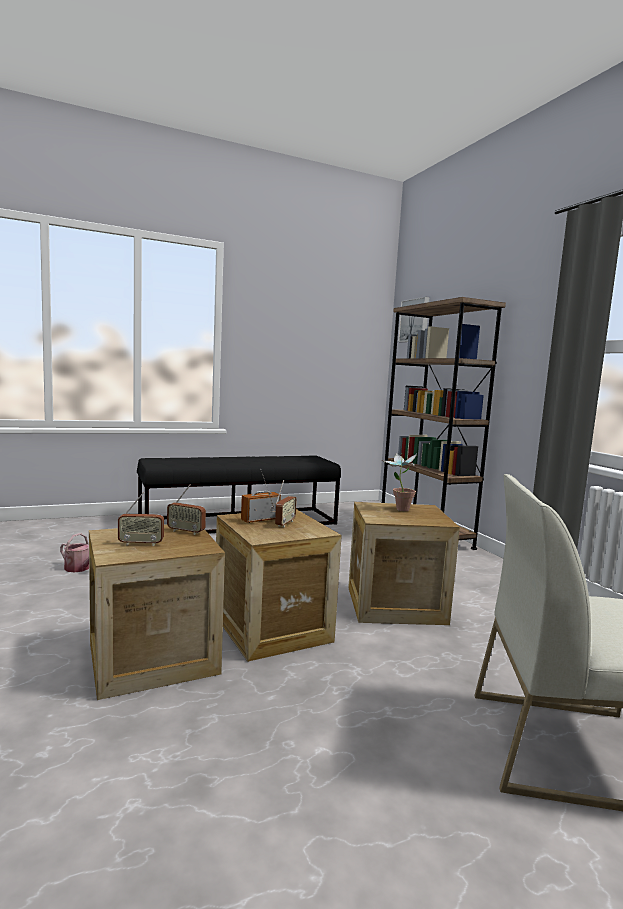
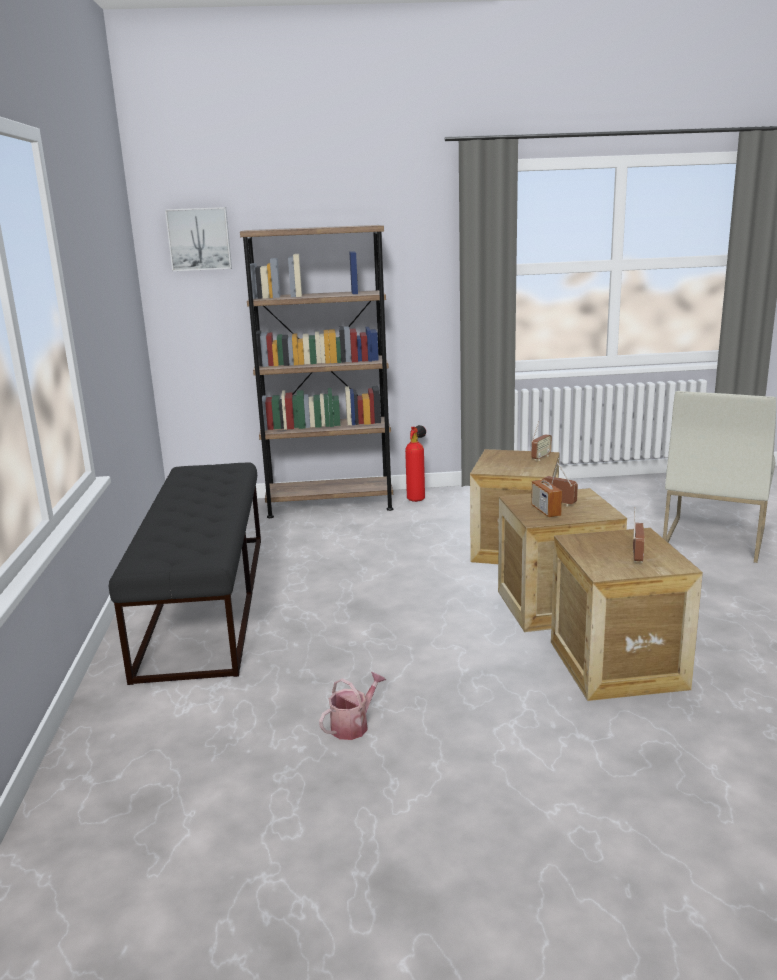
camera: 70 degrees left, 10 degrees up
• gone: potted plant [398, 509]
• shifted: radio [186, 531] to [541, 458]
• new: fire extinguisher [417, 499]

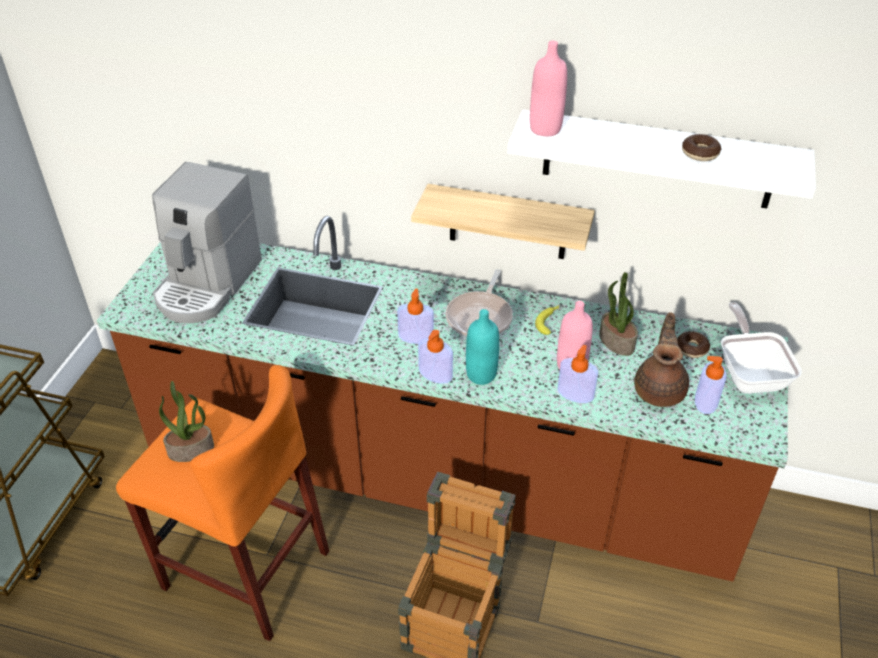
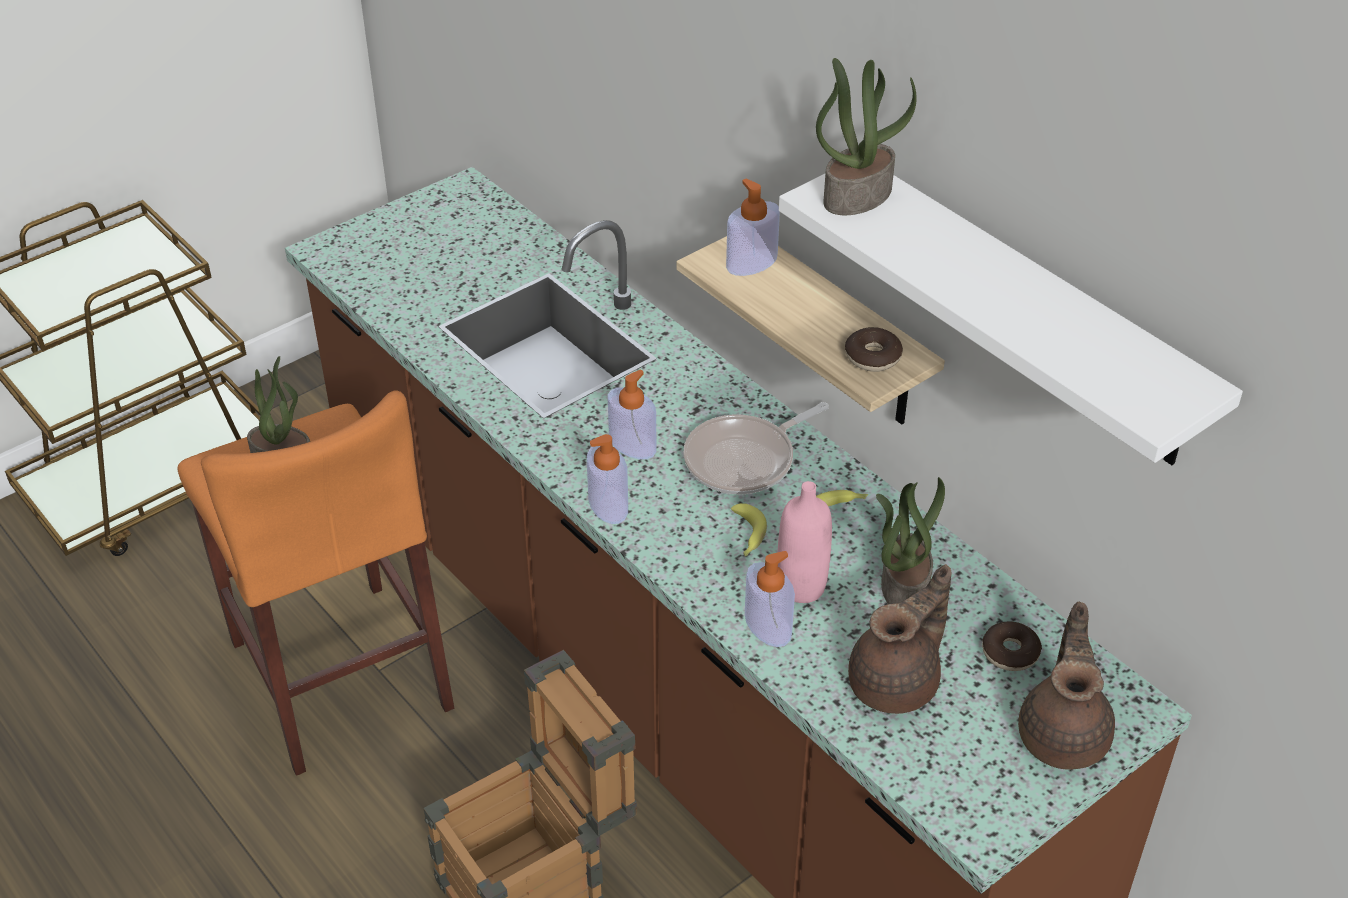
camera: 35 degrees right, 0 degrees up
• swapped: pink bottle [545, 129] to potted plant [857, 195]
• shifted: donut [700, 153] to [872, 357]
• gone: coffee machine [207, 284]
• swapped: frying pan [750, 373] to brown teapot [1064, 734]
• gone: turquoise bottle [481, 375]
• shifted: soap dispenser [706, 401] to [751, 262]
• new: banana [746, 536]

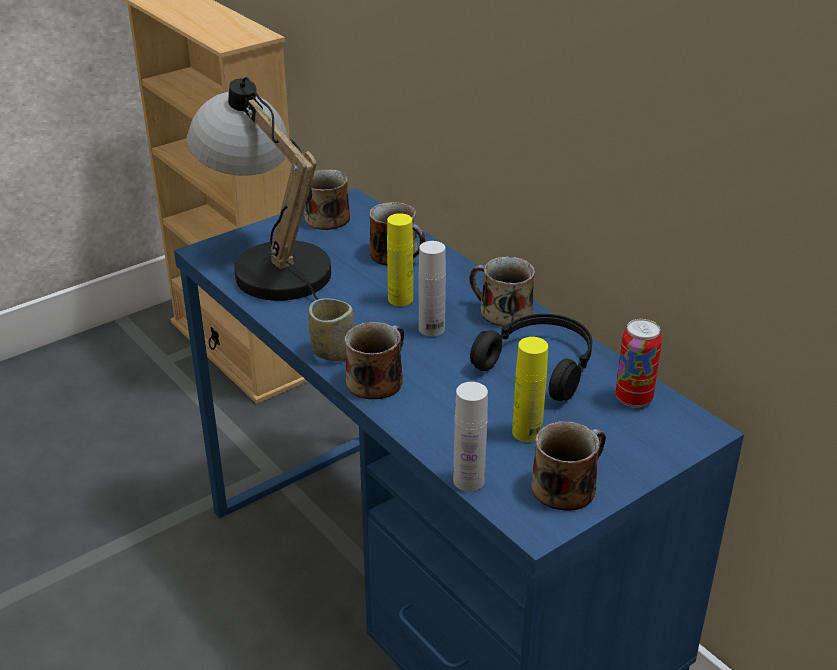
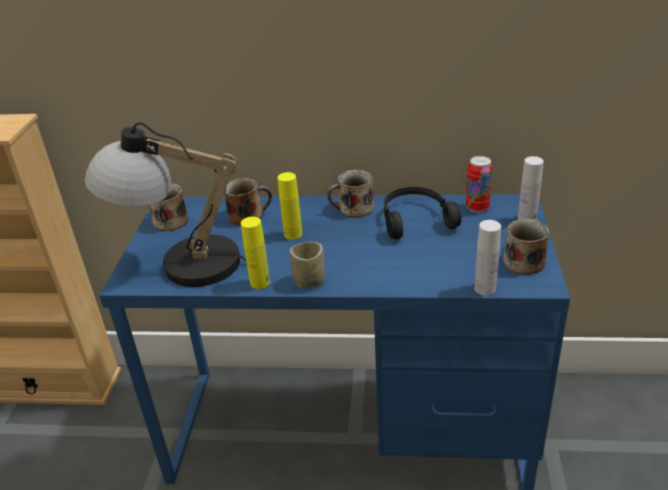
camera: 45 degrees left, 0 degrees up
• shifted: white bottle [431, 329] to [527, 219]
• gone: mug [376, 380]
• shifted: yellow bottle [527, 432] to [260, 282]

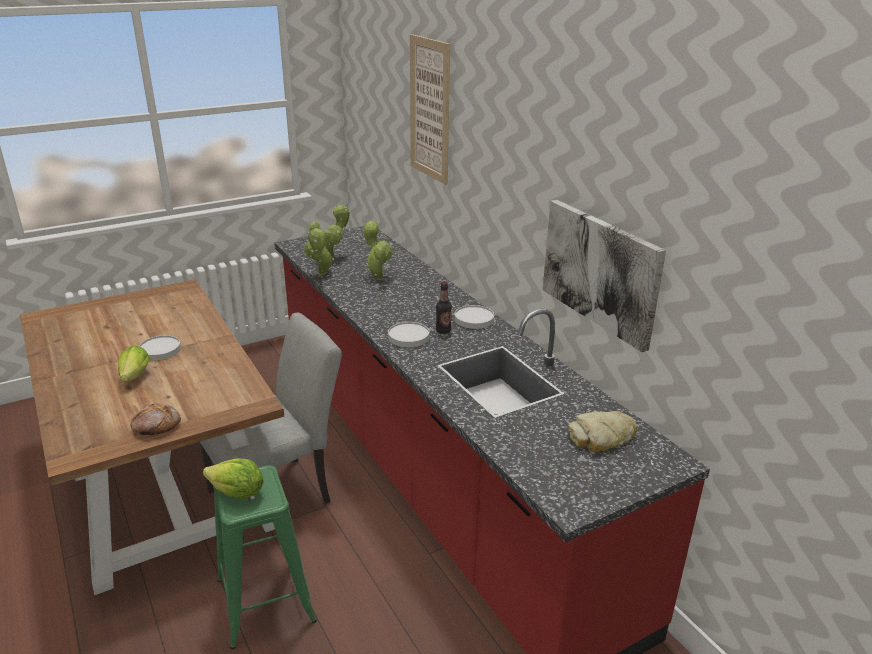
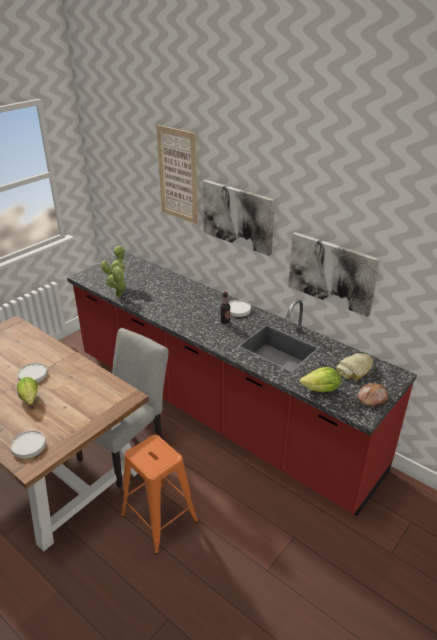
camera: 20 degrees left, 5 degrees up
• gone: potted plant [378, 277]
• shifted: white plate [408, 337] to [29, 445]
• shifted: bread [156, 426] to [371, 398]
• shifted: lettuce [237, 493] to [321, 390]
• repainted: green stool [265, 600] to orange stool [159, 518]
• new: picture [238, 216]

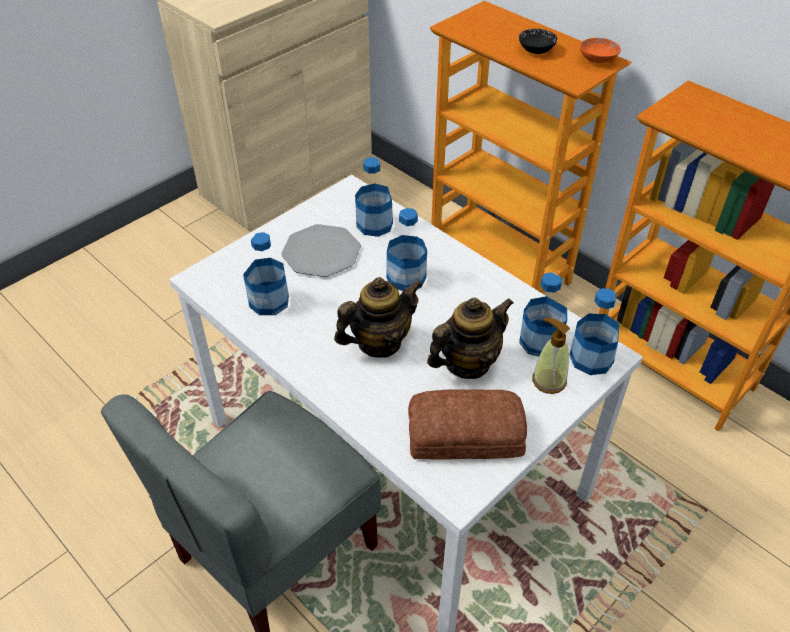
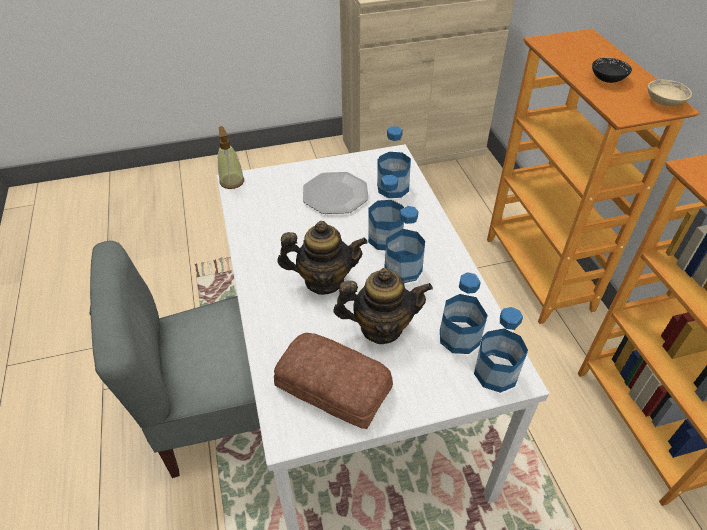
camera: 30 degrees right, 0 degrees up
• repainted: orange bowl [597, 60] to beige bowl [664, 102]
• shifted: bottle [269, 301] to [403, 269]
• shifted: soap dispenser [548, 381] to [232, 181]

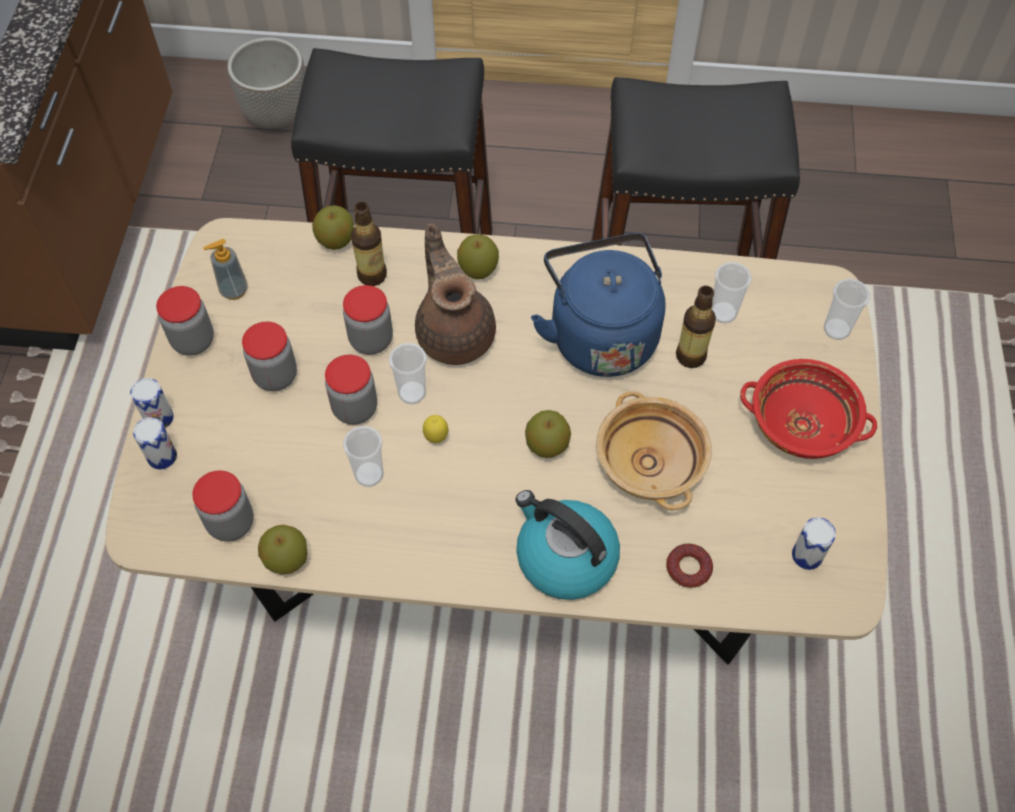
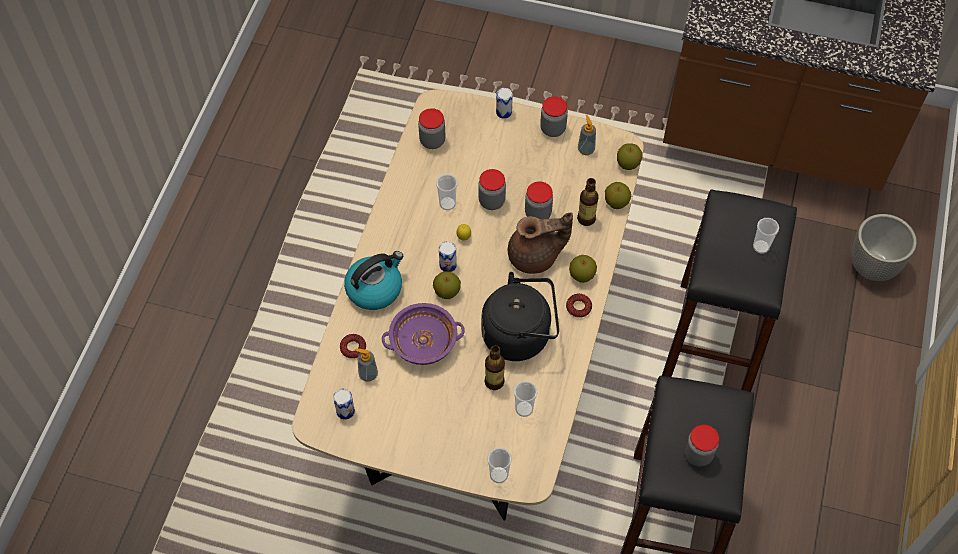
camera: 100 degrees right, 0 degrees up
• repainted: blue kettle [600, 334] to black kettle [520, 334]
• shifted: jar [275, 376] to [698, 454]
• shifted: cup [412, 393] to [761, 247]
• gone: red bowl [802, 423]
• repainted: beige bowl [651, 464] to purple bowl [423, 343]
• shifted: can [162, 456] to [448, 265]
• shifted: apple [287, 559] to [628, 164]
• new: donut [578, 307]
• new: soap dispenser [368, 374]

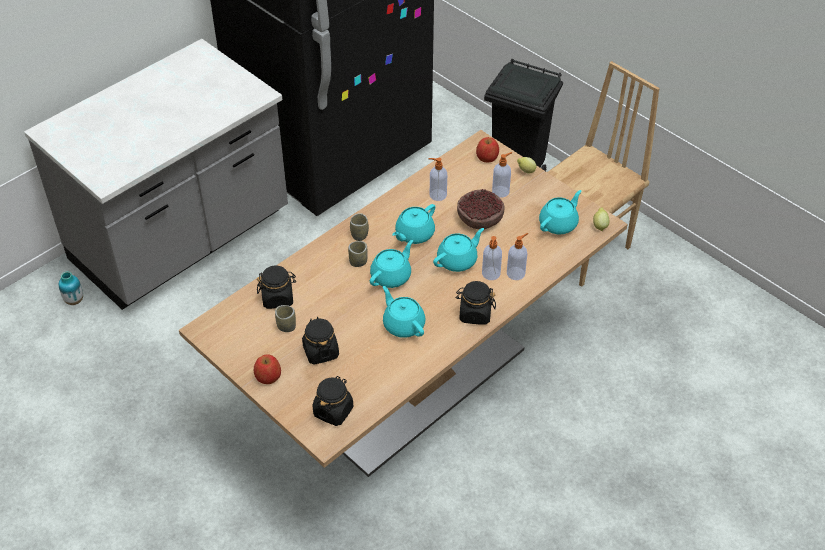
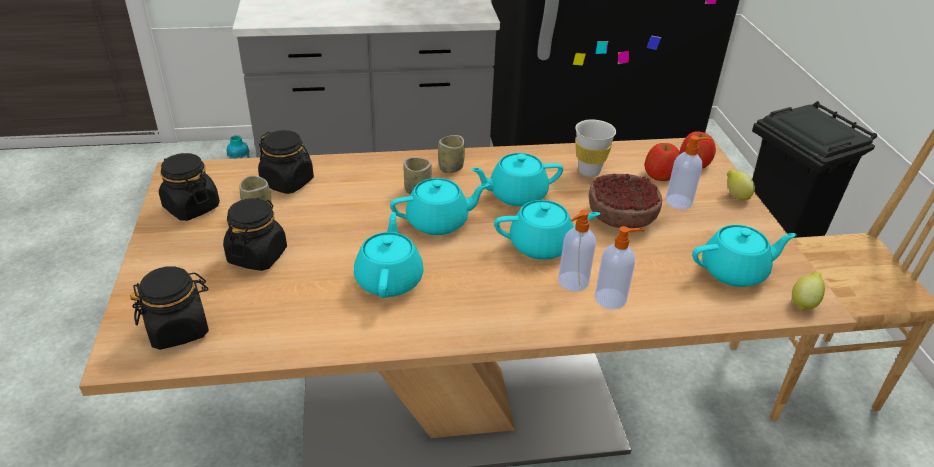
camera: 35 degrees right, 10 degrees down
• swapped: soap dispenser [437, 195] to white cup [589, 171]
• shifted: black jar [475, 314] to [191, 207]
• shifted: apple [268, 376] to [660, 174]

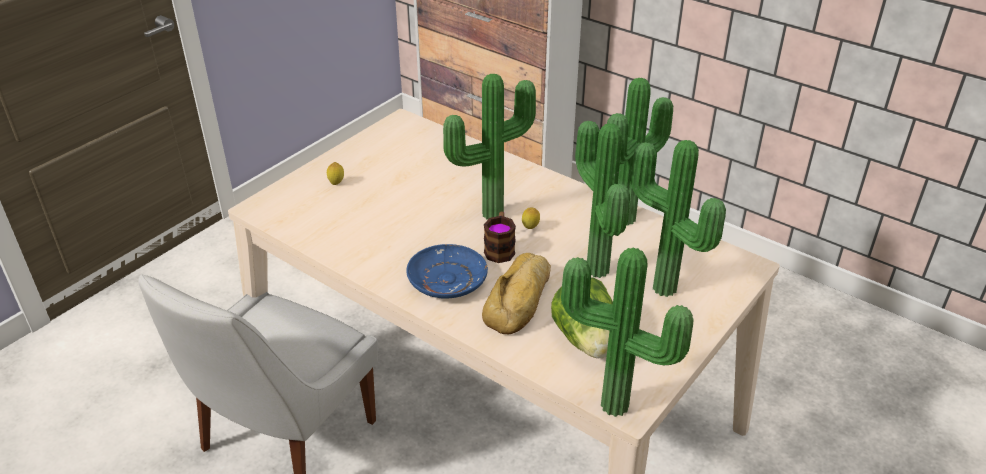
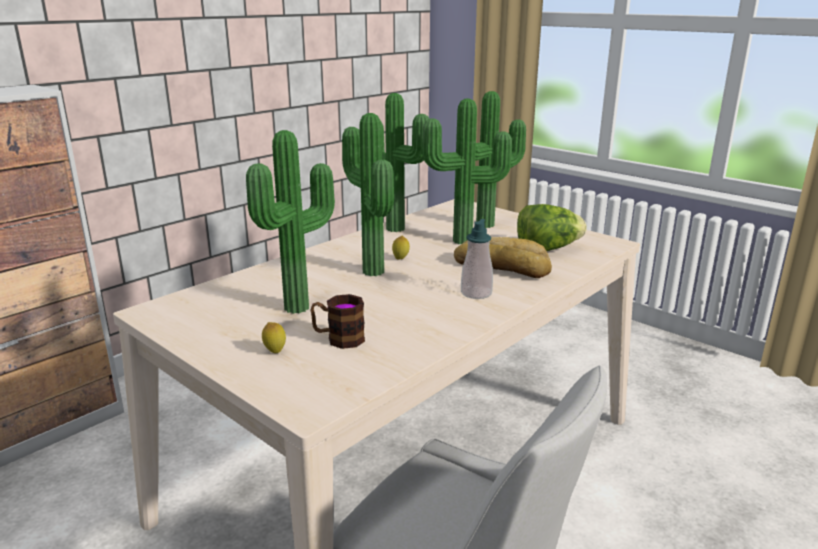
camera: 85 degrees left, 15 degrees down
• shifted: mug [500, 248] to [338, 338]
• swapped: blue plate [447, 280] to soap dispenser [476, 293]
• shifted: potted plant [613, 410] to [301, 309]

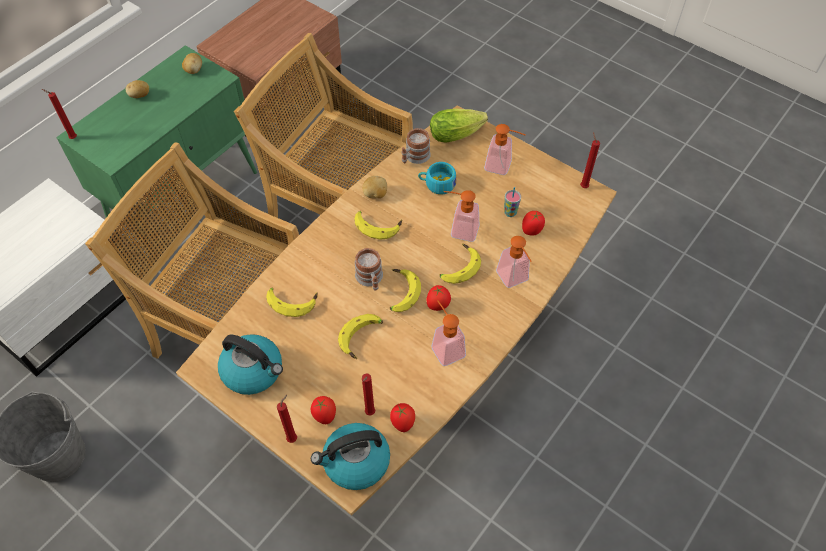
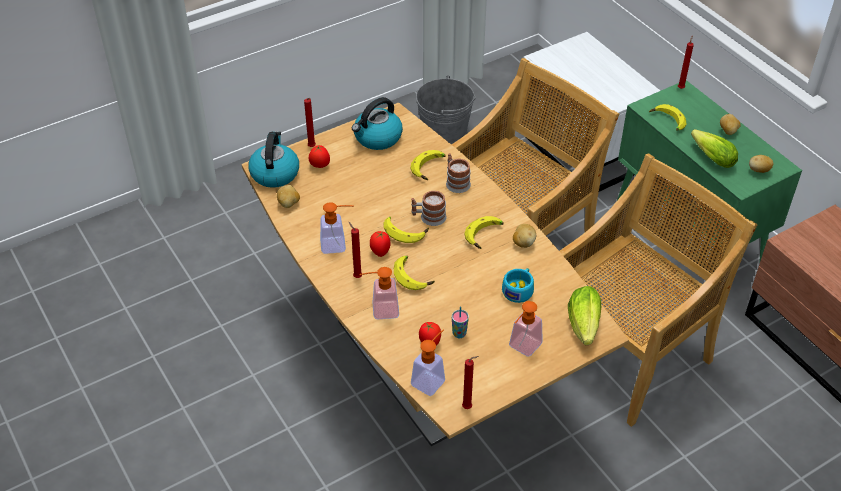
camera: 110 degrees right, 10 degrees down
• shifted: mug [414, 157] to [456, 182]
• shifted: soap dispenser [459, 230] to [431, 379]
• shifted: banana [362, 338] to [667, 121]
• shifted: red candle [369, 414] to [356, 276]
• swapped: tomato [402, 423] to potato [289, 204]
• new: lettuce [710, 156]

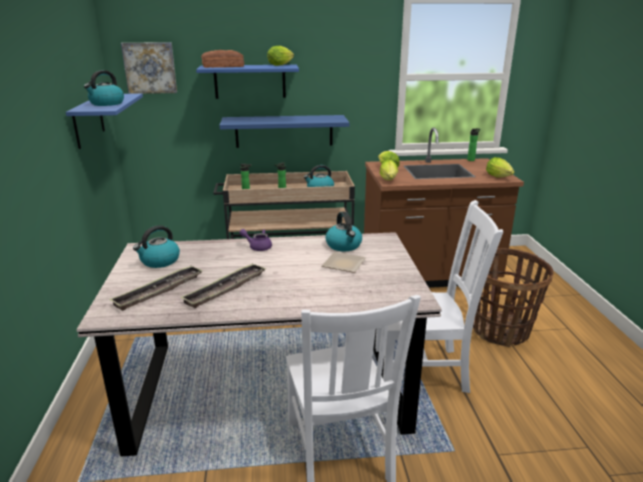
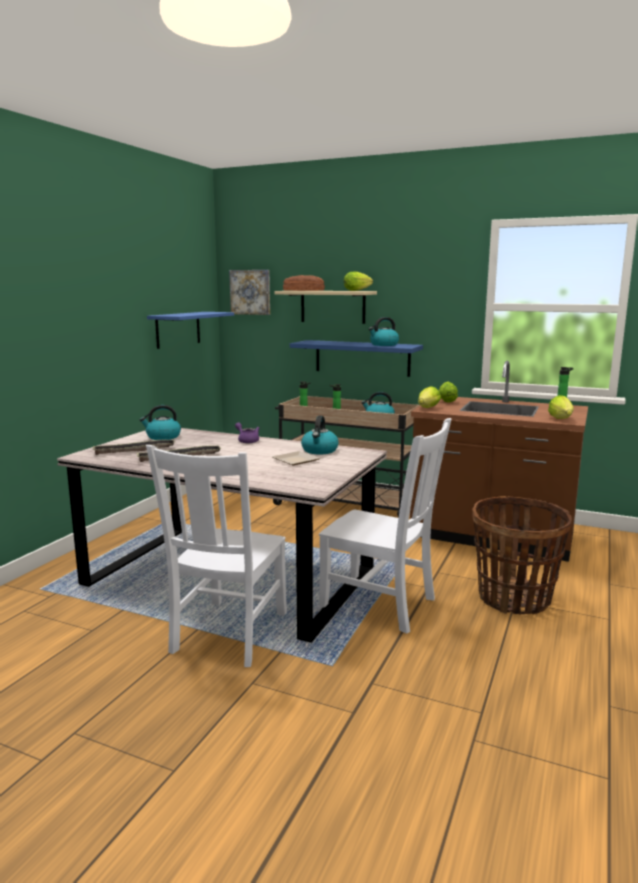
camera: 30 degrees right, 10 degrees down
• repainted: blue shelf [250, 81] to beige shelf [332, 306]
• shifted: kettle [106, 104] to [383, 345]

